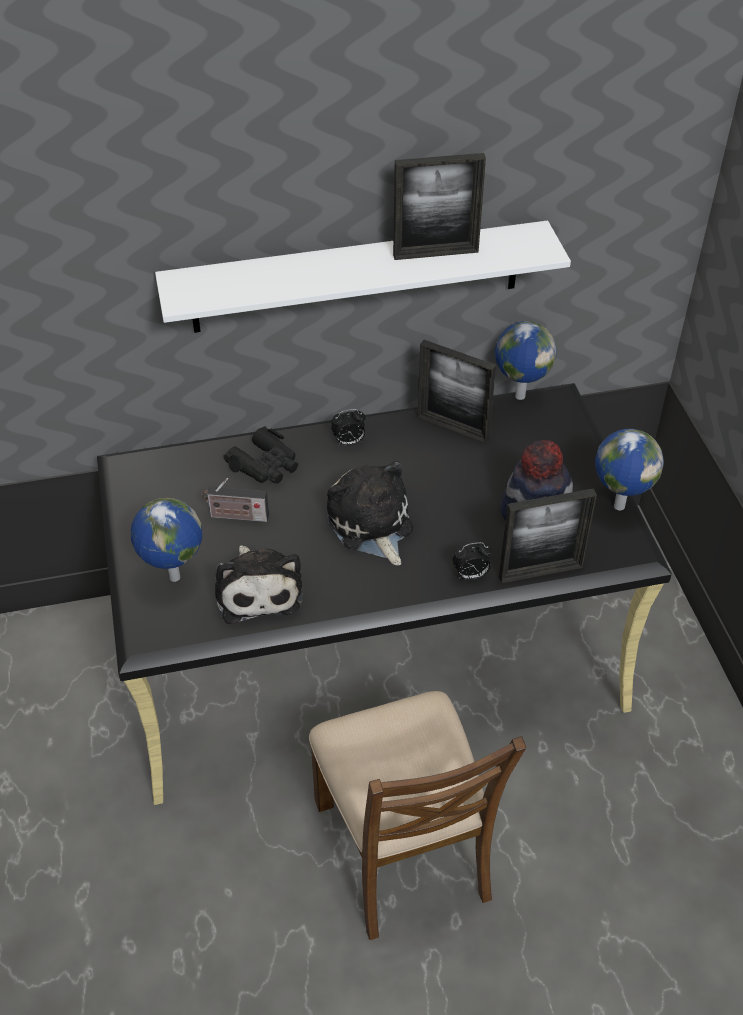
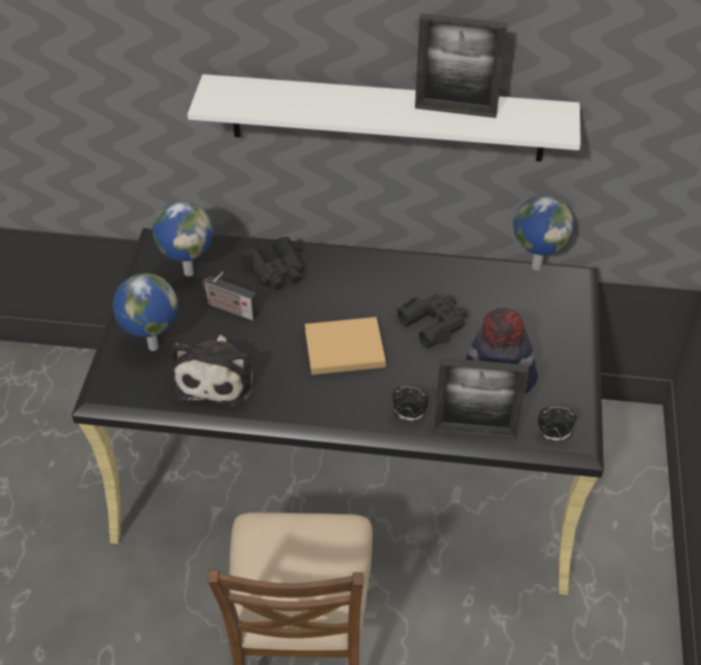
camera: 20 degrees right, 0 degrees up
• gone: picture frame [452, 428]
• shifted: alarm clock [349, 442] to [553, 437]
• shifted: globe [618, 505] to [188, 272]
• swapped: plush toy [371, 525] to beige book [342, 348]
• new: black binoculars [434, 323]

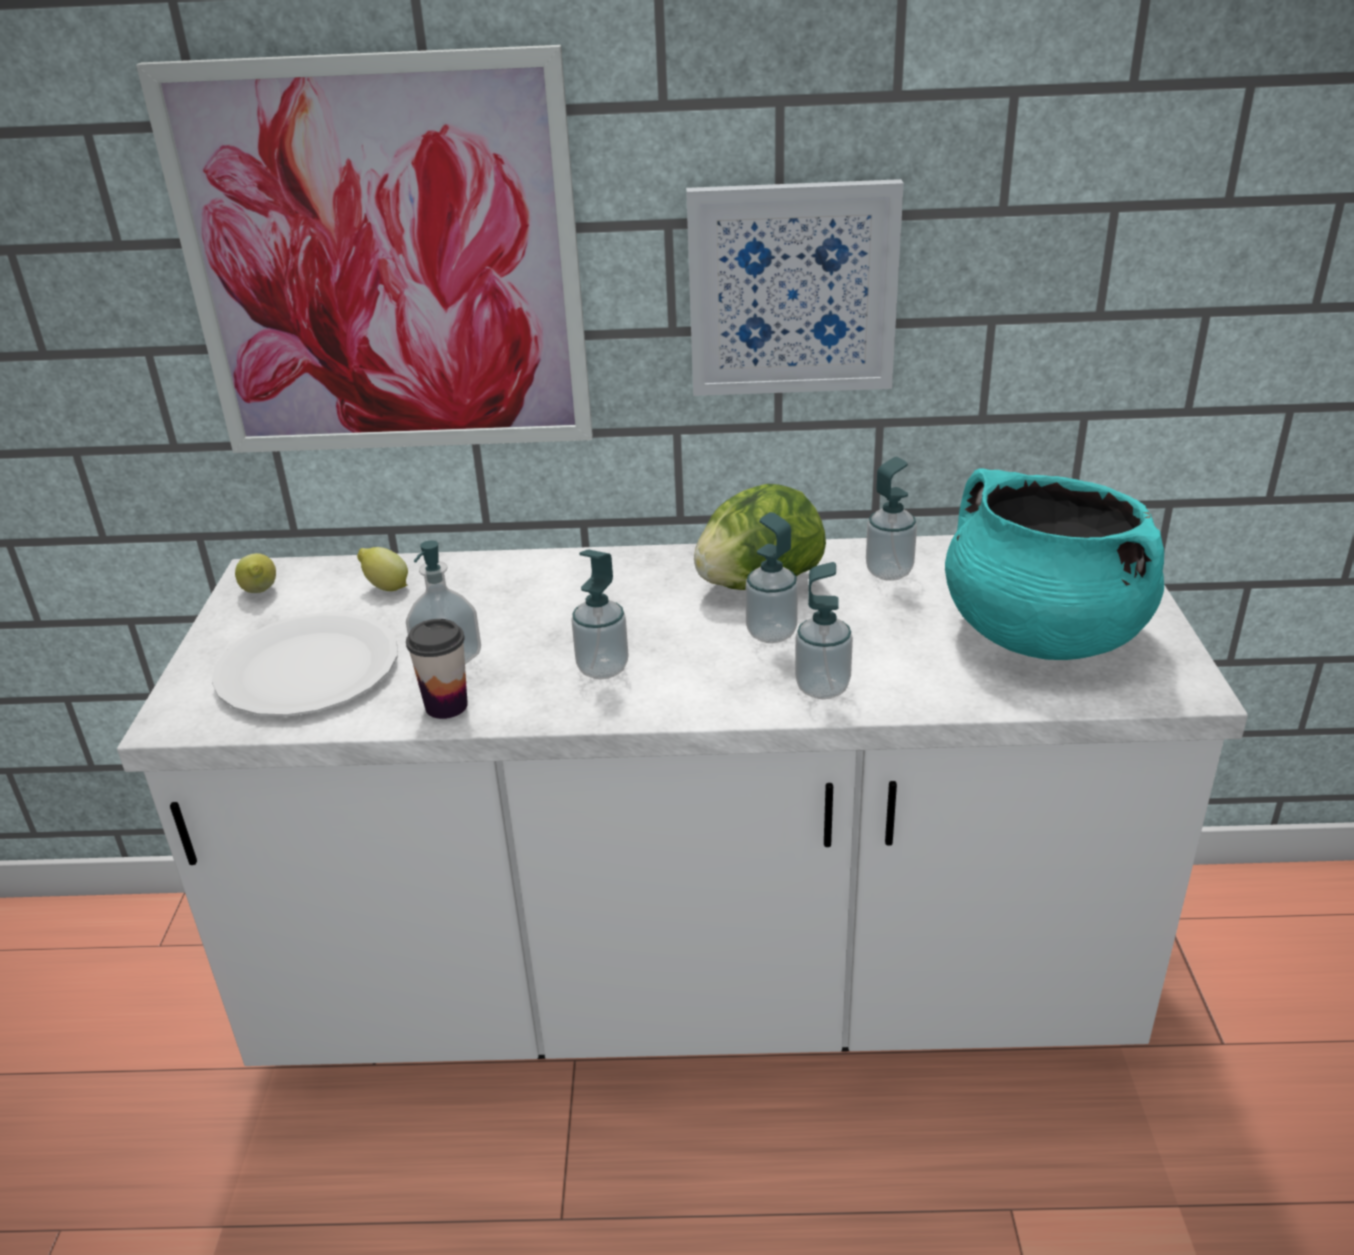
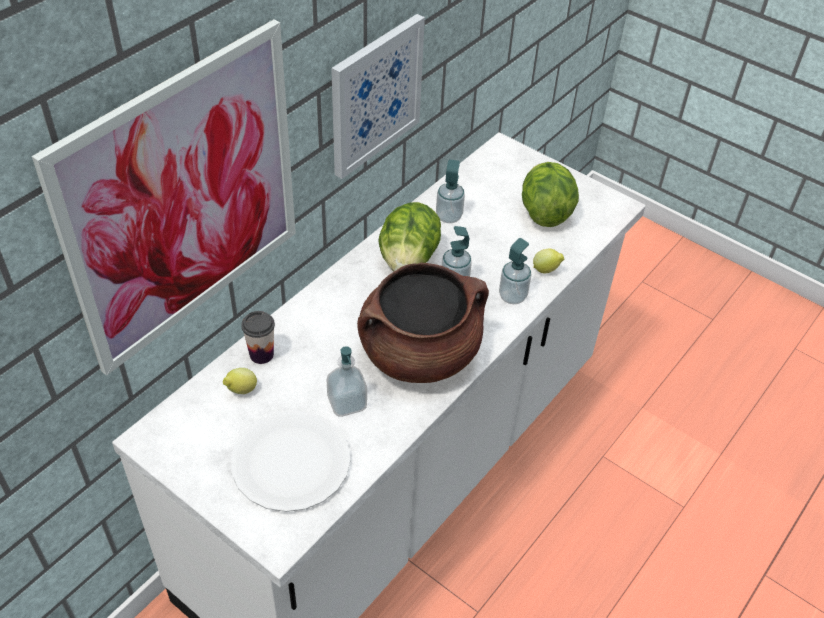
camera: 55 degrees left, 15 degrees up
• swapped: turquoise cooking pot [1041, 634] to lettuce [544, 212]
• swapped: soap dispenser [602, 668] to brown cooking pot [419, 353]
• shifted: lemon [260, 593] to [546, 270]
• shifted: cup [446, 706] to [261, 354]

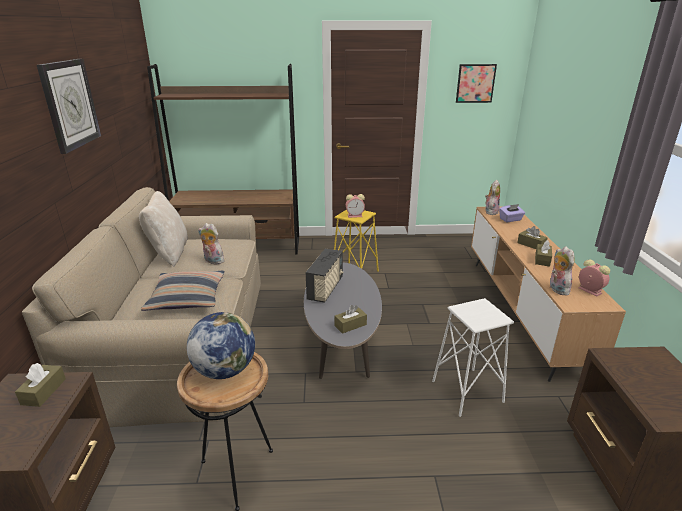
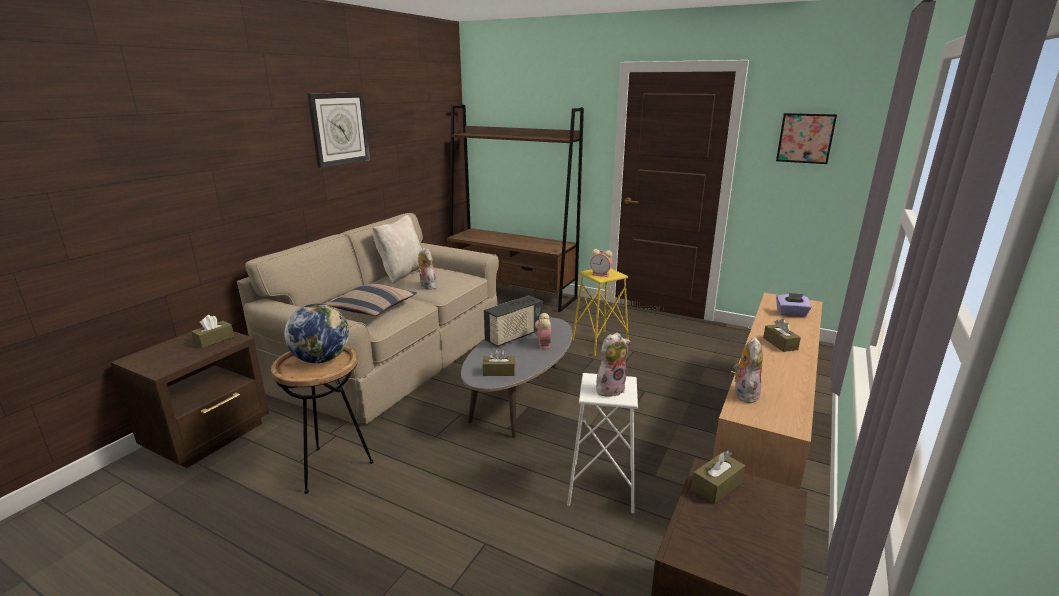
camera: 30 degrees right, 5 degrees down
• shifted: plush toy [490, 212] to [610, 388]
• shifted: brown tissue box [542, 260] to [716, 486]
• shifted: alarm clock [589, 290] to [543, 344]

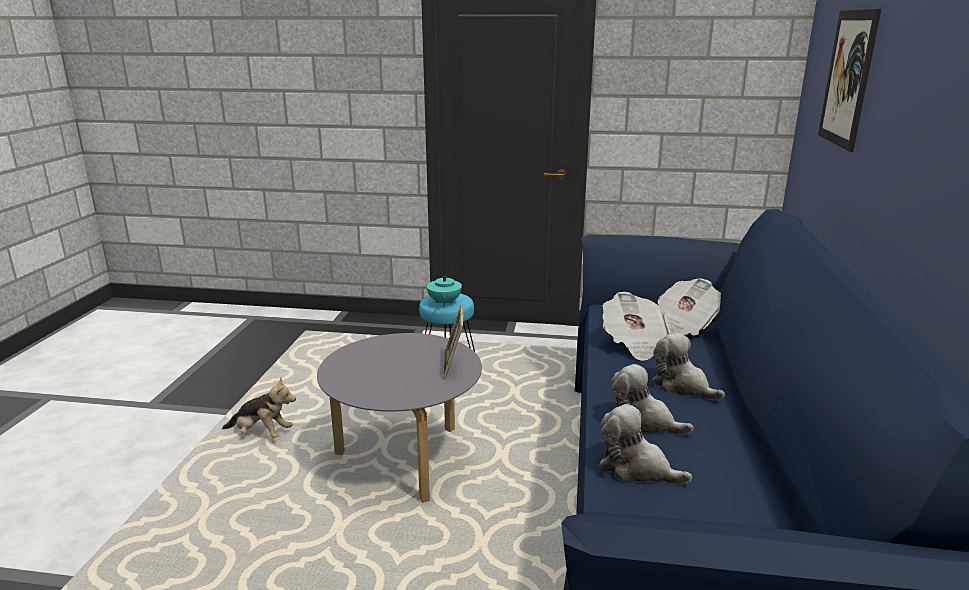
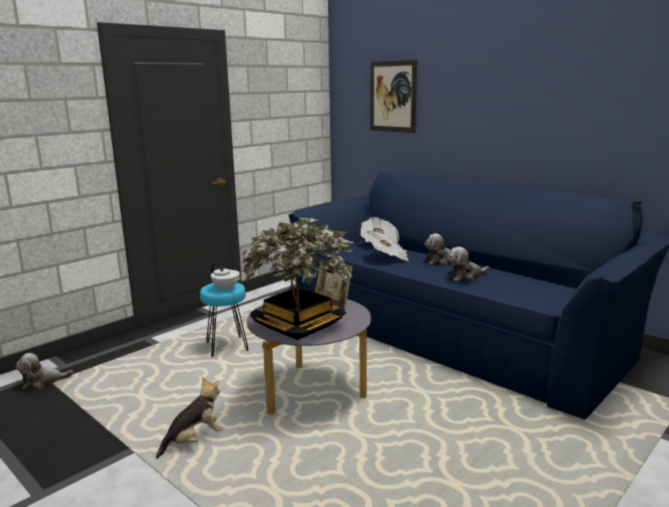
camera: 55 degrees left, 5 degrees down
• repainted: turquoise teapot [444, 303] to white teapot [226, 288]
• shifted: plush toy [636, 468] to [43, 382]
• new: potted plant [298, 326]

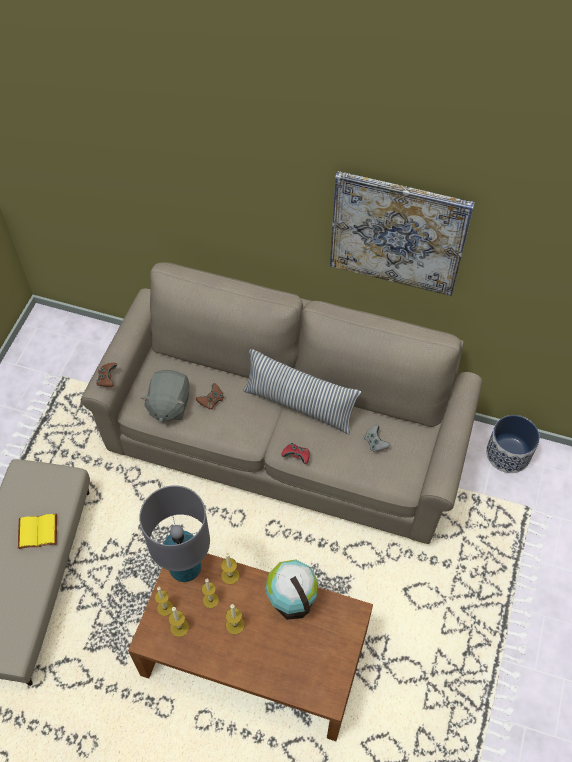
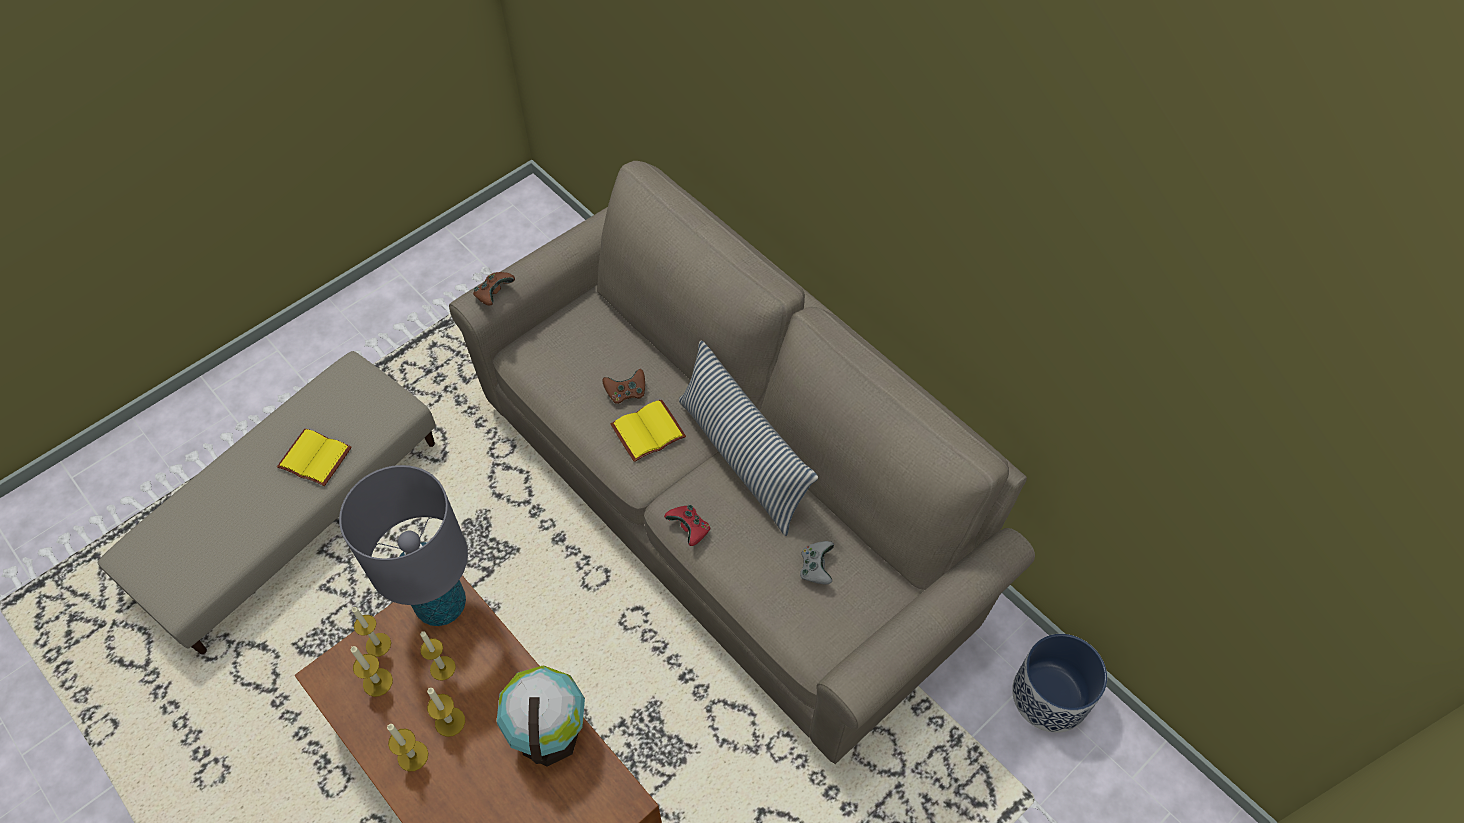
camera: 30 degrees right, 0 degrees up
• gone: picture [398, 233]
• gone: grey plush toy [168, 405]
• shifted: candle [230, 575] to [412, 756]
• new: yellow book [648, 429]

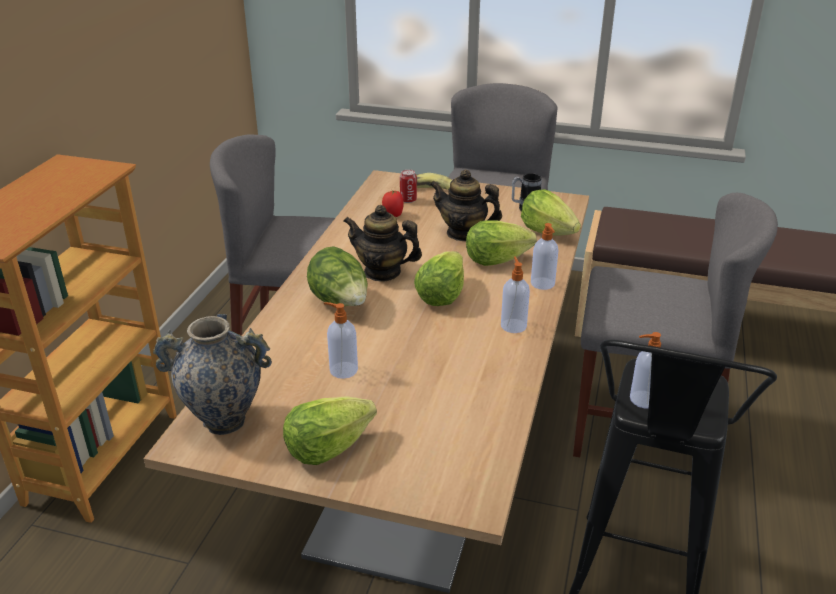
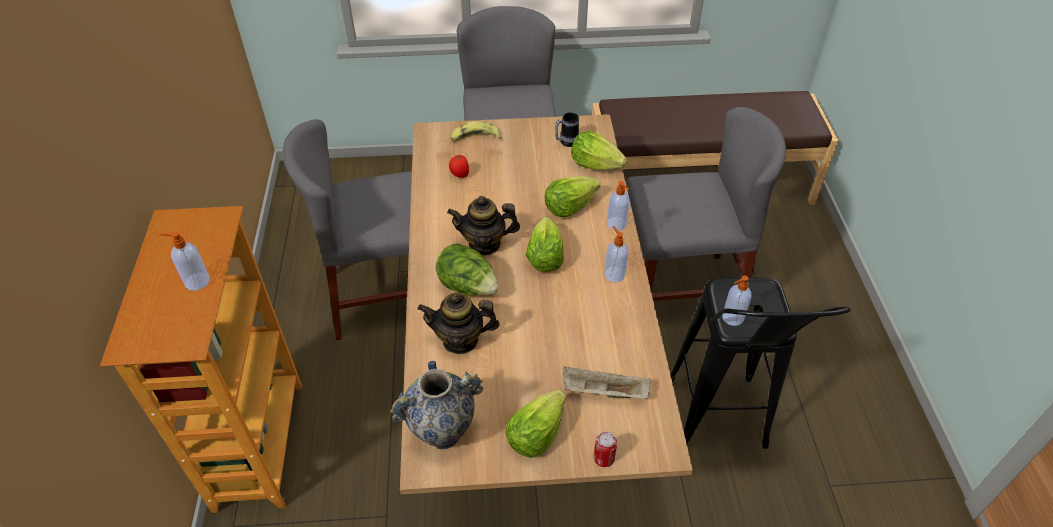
camera: 20 degrees left, 15 degrees up
• shifted: can [408, 200] to [603, 458]
• shifted: teapot [464, 233] to [460, 340]
• shifted: soap dispenser [342, 370] to [196, 281]
• new: beige tray [603, 392]

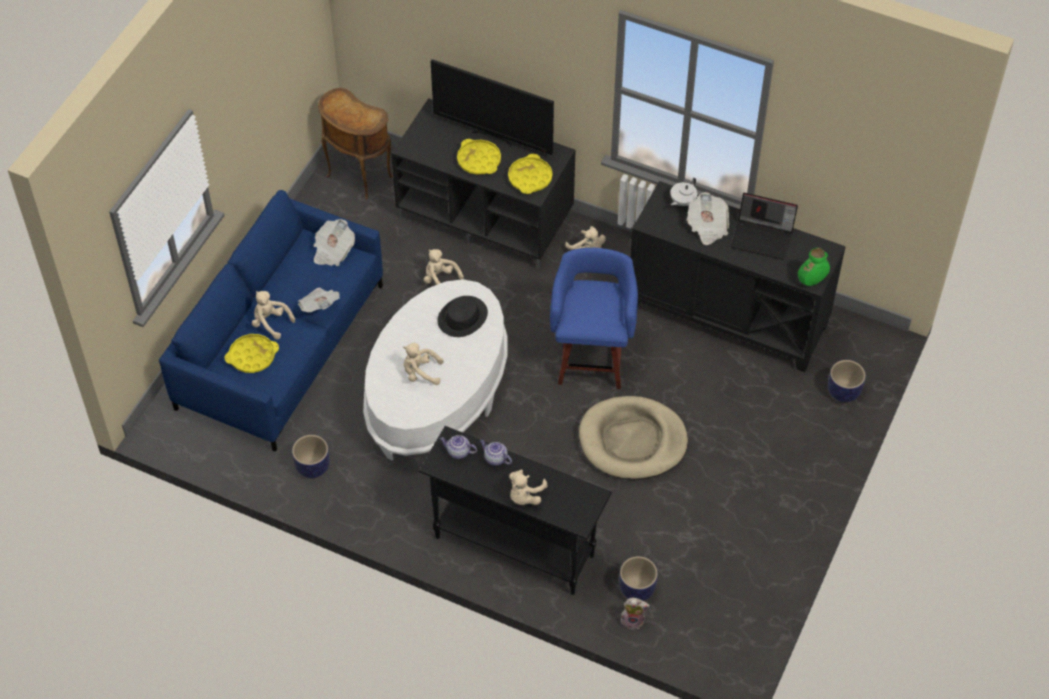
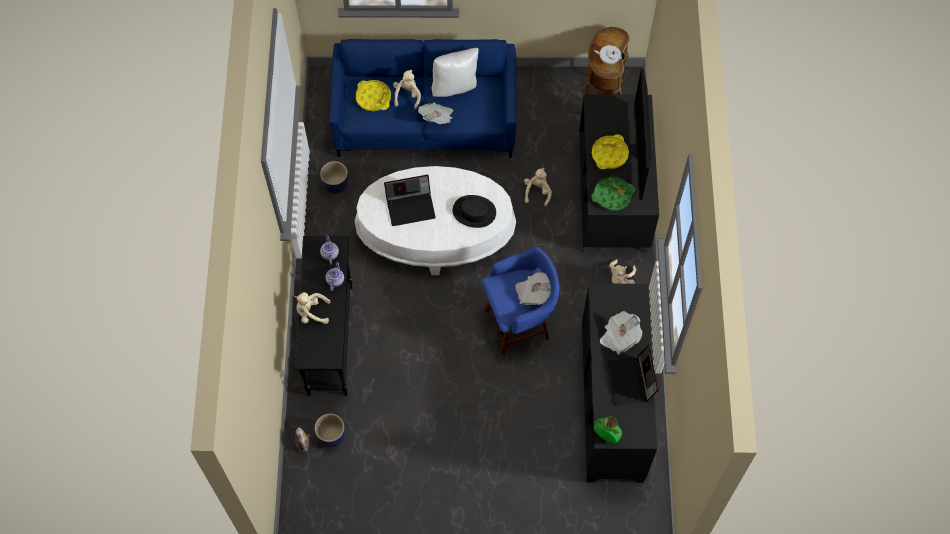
camera: 65 degrees right, 10 degrees up
• repainted: yellow tray [530, 177] to green tray [612, 195]
• shifted: white teapot [682, 201] to [608, 60]
• shifted: newspaper [333, 251] to [533, 293]
• swapped: beige plush toy [421, 373] to laptop [411, 206]
• gone: planter [844, 392]
• gone: beige dog bed [632, 441]
• new: white pillow [455, 86]

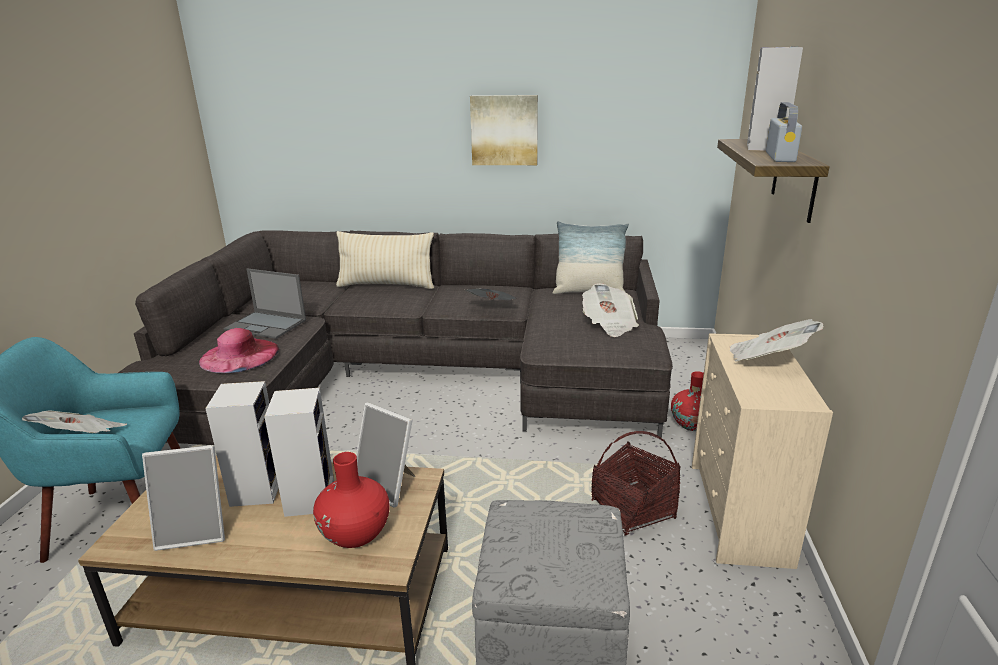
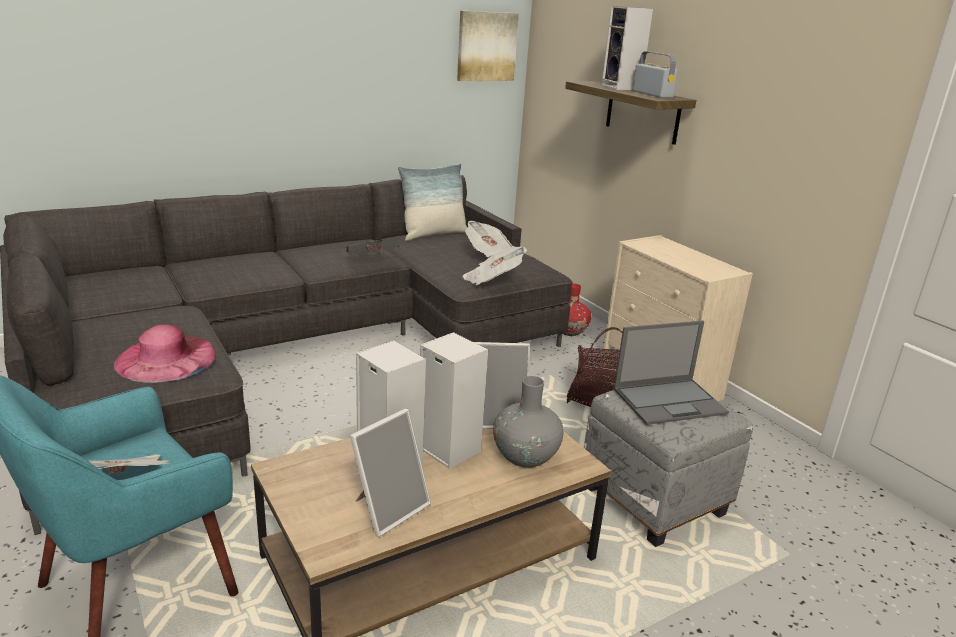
camera: 40 degrees left, 0 degrees up
• shifted: picture [504, 130] to [486, 46]
• gone: beige pillow [386, 285]
• shifted: laptop [266, 325] to [670, 401]
• shifted: newspaper [768, 360] to [492, 280]
• repainted: red vase [355, 534] to grey vase [525, 456]

